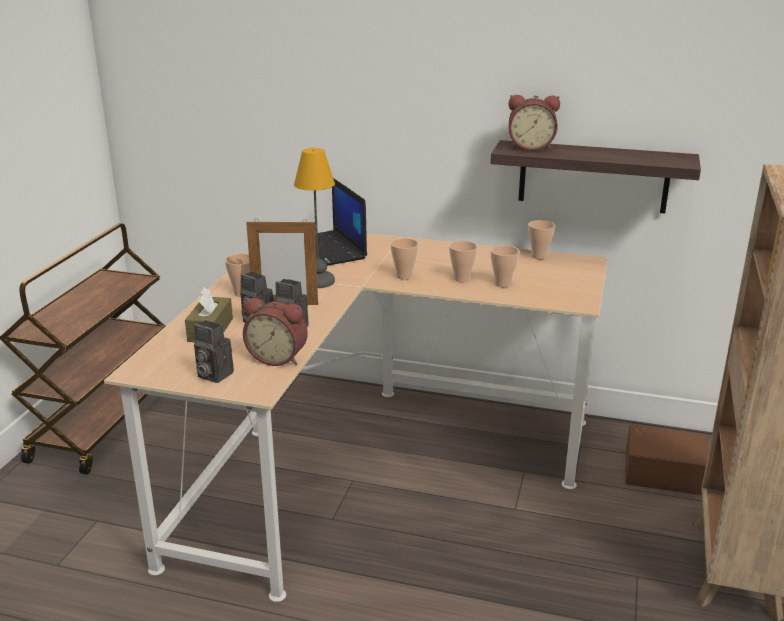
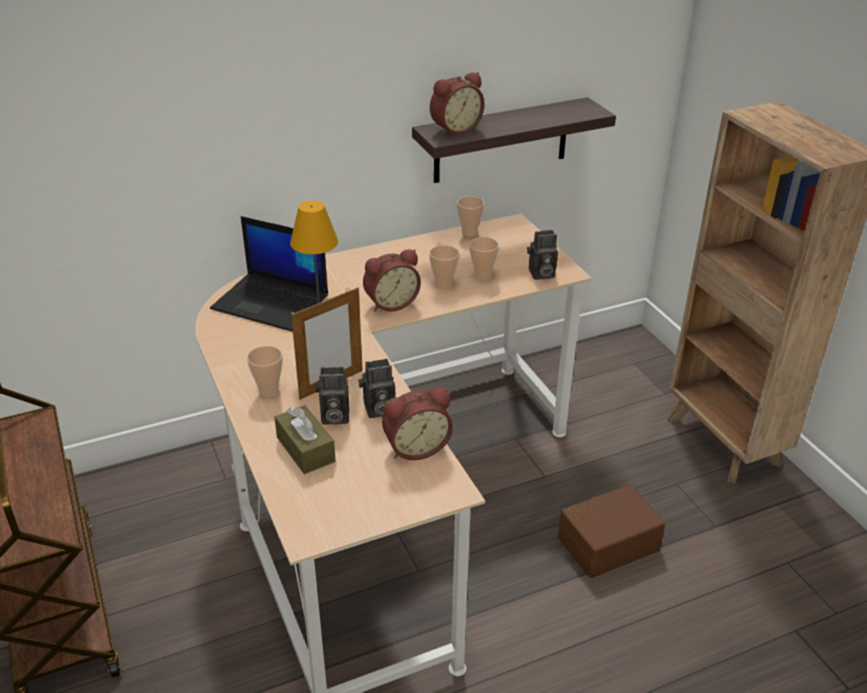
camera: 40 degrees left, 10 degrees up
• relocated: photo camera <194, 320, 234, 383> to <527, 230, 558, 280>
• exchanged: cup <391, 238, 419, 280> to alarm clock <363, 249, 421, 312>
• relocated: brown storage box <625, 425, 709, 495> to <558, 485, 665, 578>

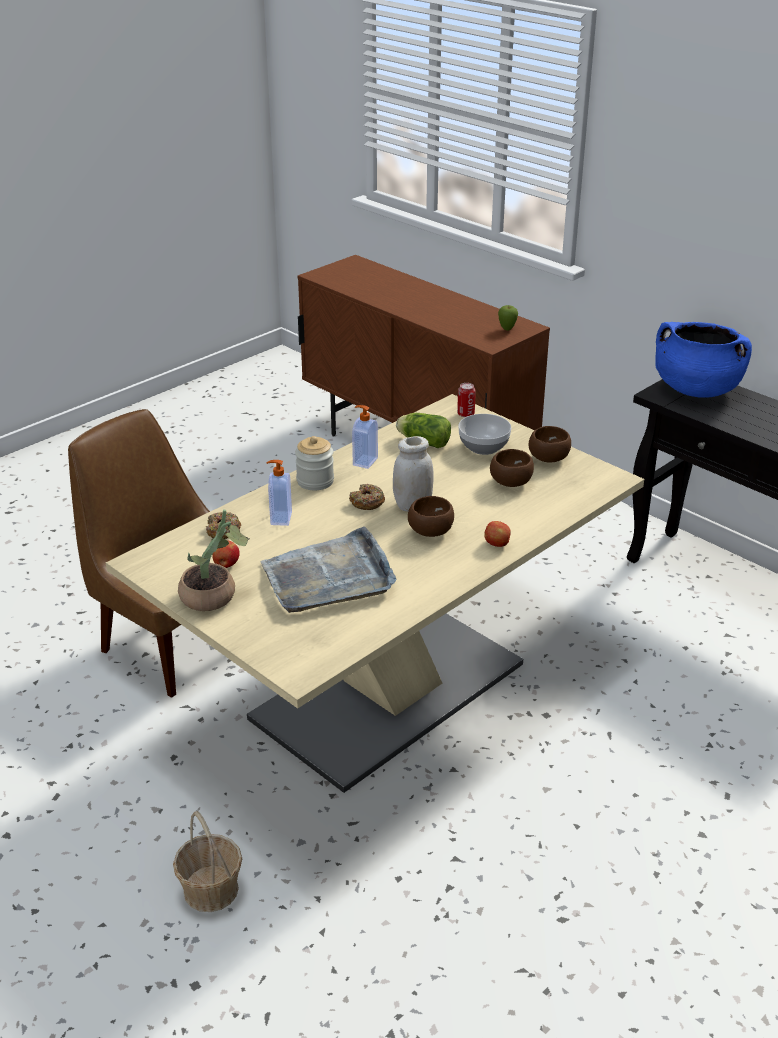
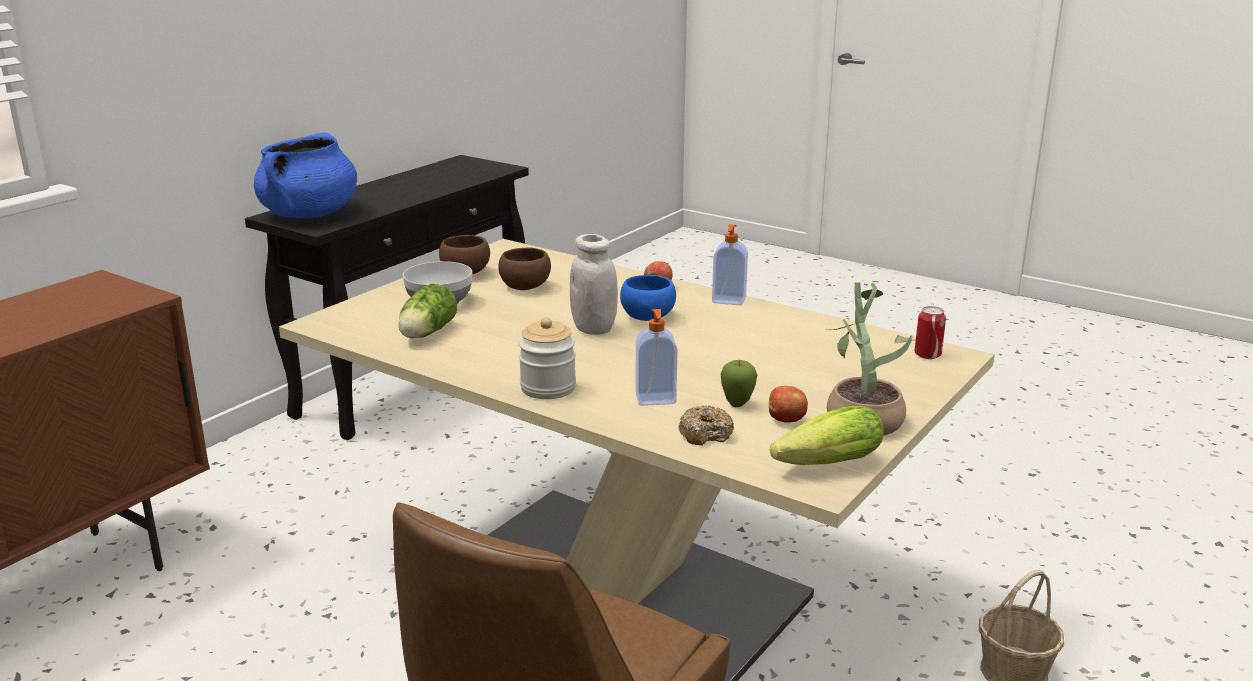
camera: 100 degrees left, 10 degrees down
• missing: grey tray <260, 526, 397, 613>
• missing: donut <349, 484, 385, 510>
• relocated: soap dispenser <352, 405, 378, 469> to <712, 224, 748, 306>
• colour: brown bowl <408, 496, 454, 537> to blue bowl <620, 275, 676, 321>
• relocated: can <457, 383, 476, 417> to <914, 306, 946, 359>
• relocated: apple <498, 305, 518, 331> to <721, 360, 757, 407>
• appeared: lettuce <770, 406, 884, 465>

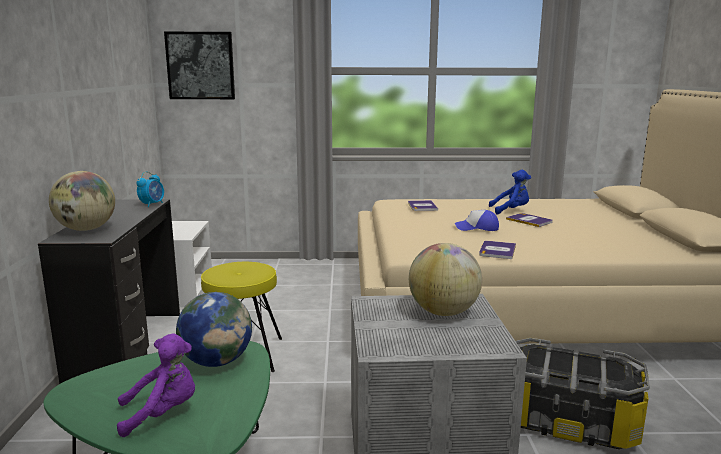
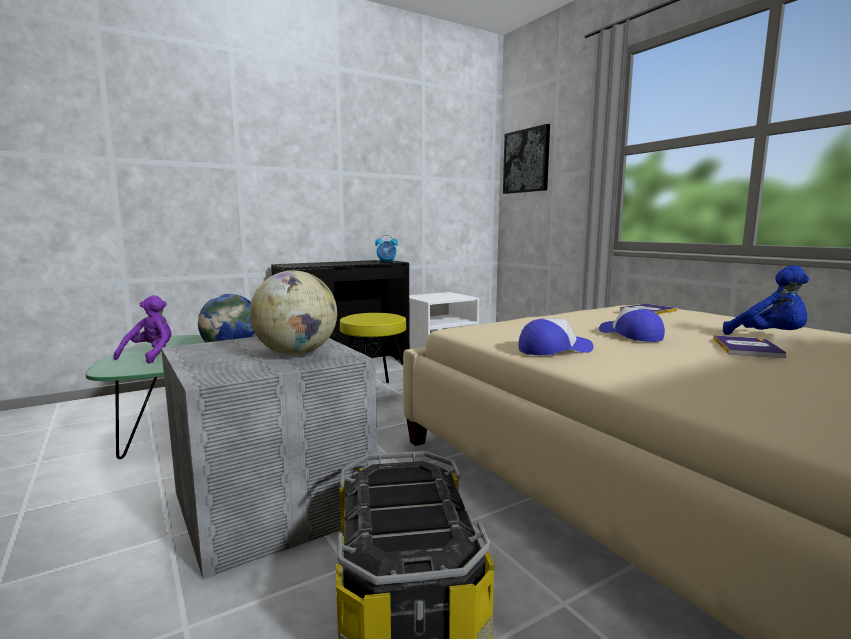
camera: 60 degrees right, 5 degrees down
• missing: globe <49, 171, 115, 231>
• spun: purple plush toy <117, 334, 195, 437> = <113, 295, 172, 364> 120 degrees counterclockwise
• exchanged: book <479, 241, 516, 259> to cap <518, 319, 594, 355>

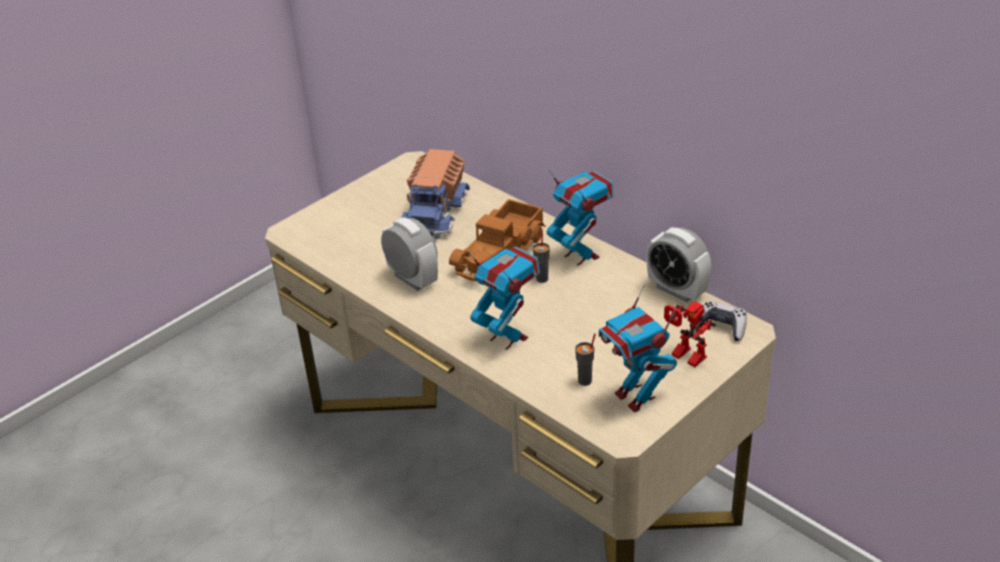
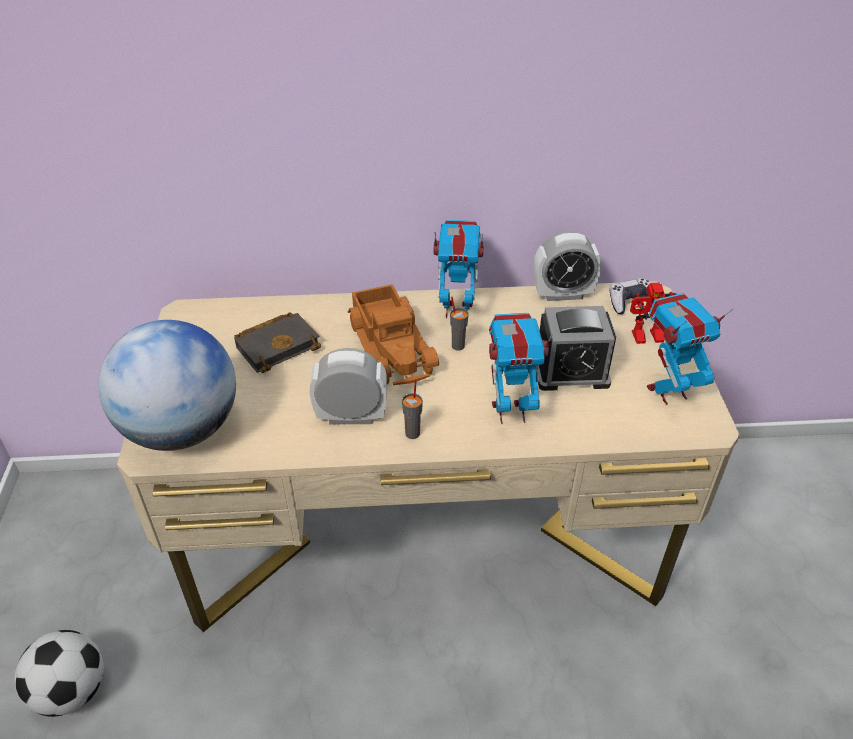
camera: 50 degrees left, 5 degrees up
• exchanged: toy truck <401, 149, 470, 239> to black book <234, 313, 321, 373>
• relocated: grey cup <575, 333, 596, 386> to <402, 380, 423, 439>
• spun: toy robot <599, 284, 677, 412> = <647, 293, 733, 405> 150 degrees clockwise
• appeared: football <14, 630, 104, 717>
• appeared: globe <99, 320, 236, 451>
• appeared: alarm clock <538, 306, 616, 391>

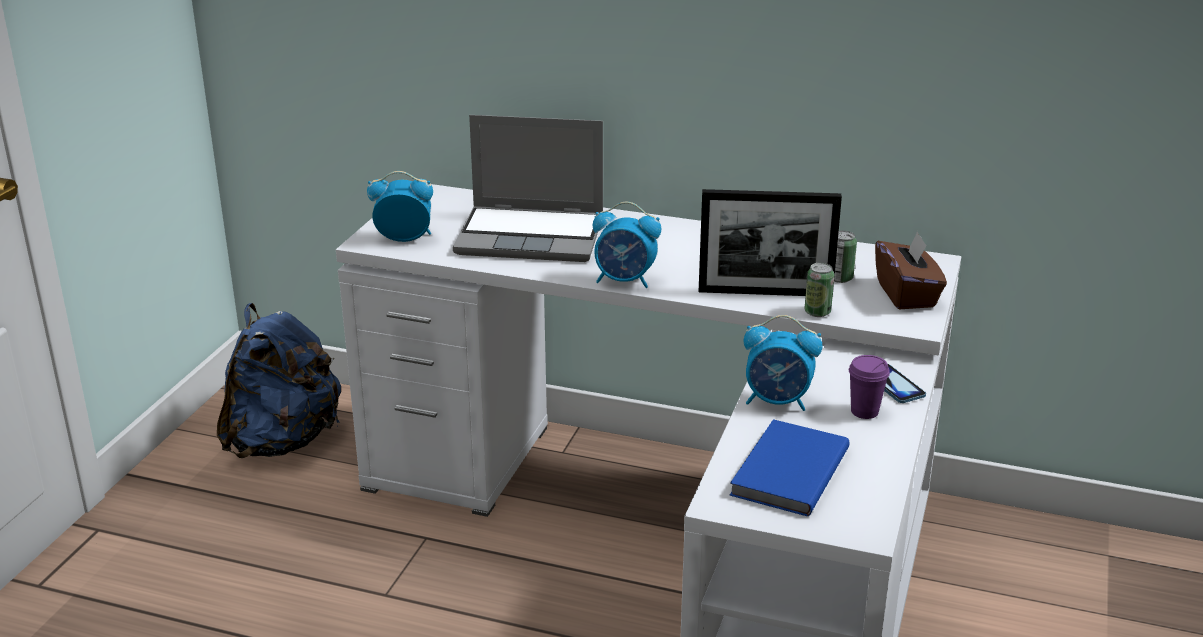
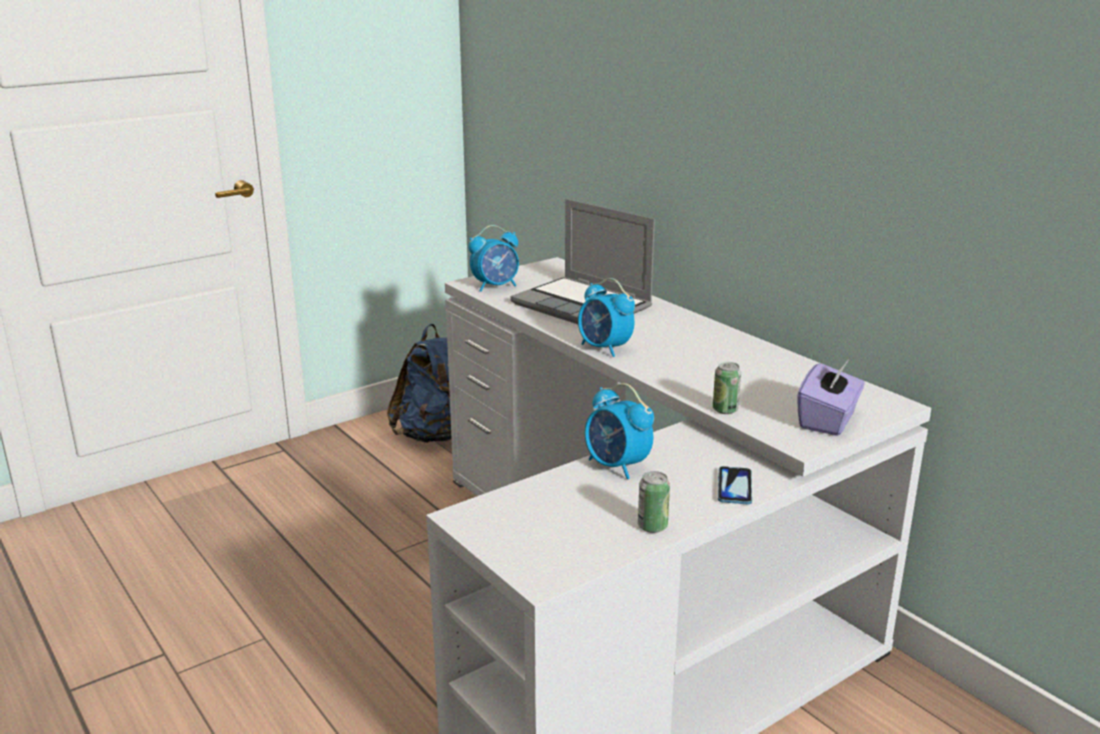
camera: 35 degrees right, 5 degrees down
• spun: alarm clock <367, 171, 433, 242> = <468, 225, 519, 292> 120 degrees clockwise
• missing: picture frame <699, 189, 842, 296>
• missing: blue book <730, 419, 850, 516>
• relocated: can <834, 231, 857, 283> to <638, 471, 670, 533>
• missing: purple cup <849, 355, 890, 419>
• colour: brown tissue box <875, 231, 947, 309> to purple tissue box <797, 361, 865, 436>

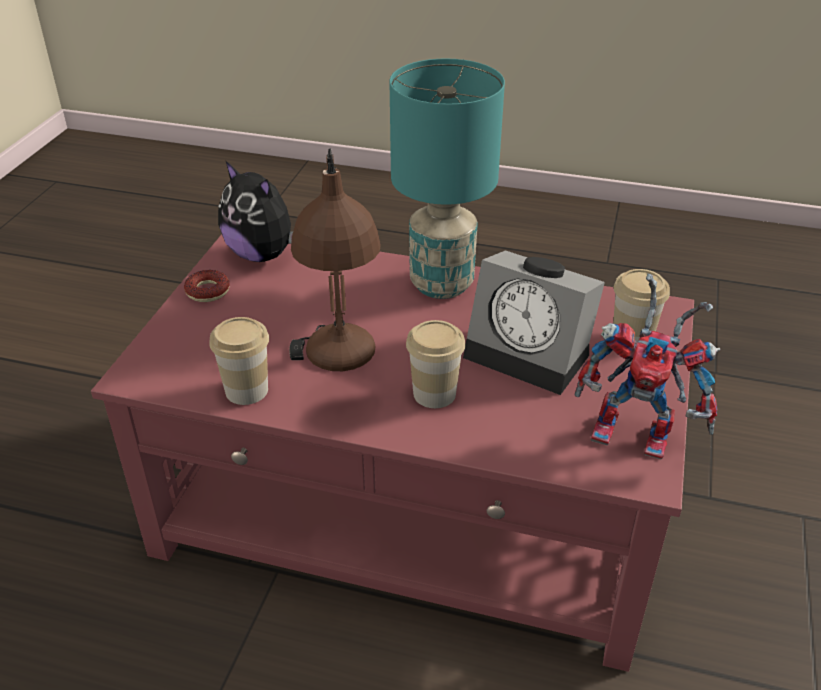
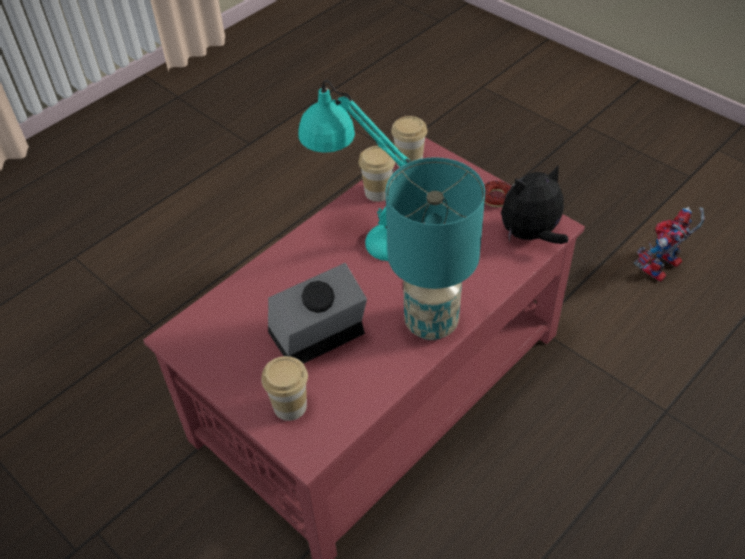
camera: 120 degrees right, 10 degrees up
• colour: brown table lamp <289, 149, 381, 371> to turquoise table lamp <298, 80, 412, 261>
• relocated: cup <406, 320, 465, 408> to <391, 116, 427, 168>
• relocated: toy robot <574, 273, 721, 460> to <634, 207, 705, 282>

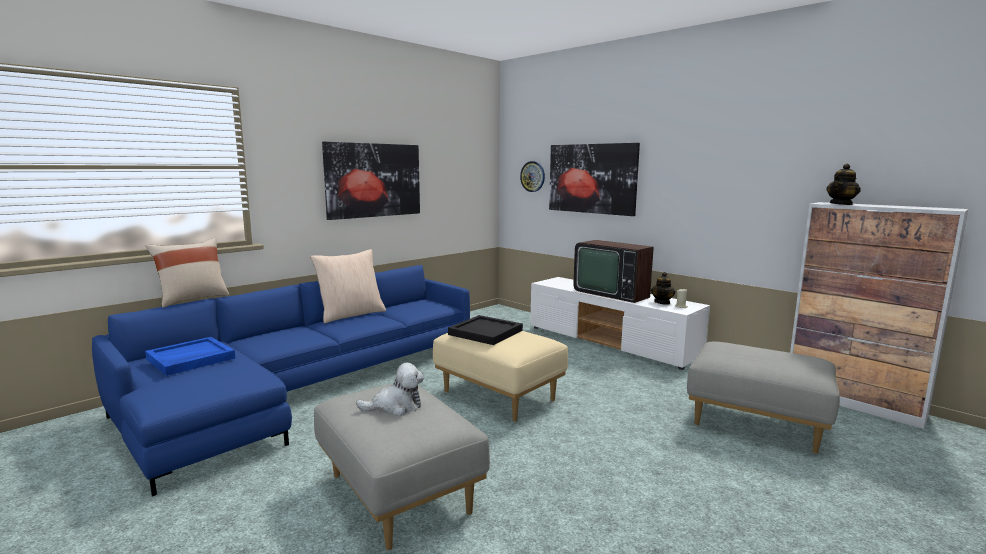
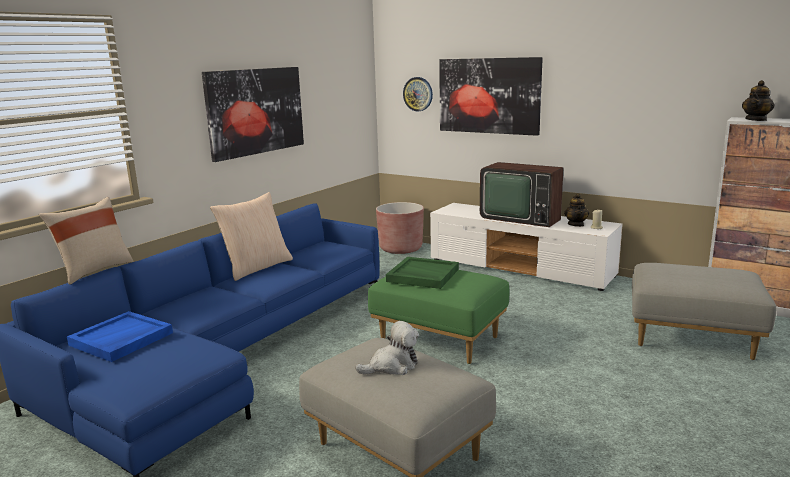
camera: 10 degrees left, 5 degrees up
• colour: beige ottoman <433, 331, 568, 422> to green ottoman <368, 270, 509, 364>
• colour: black tray <448, 315, 523, 345> to green tray <386, 257, 459, 289>
• appeared: brown planter <376, 202, 424, 254>

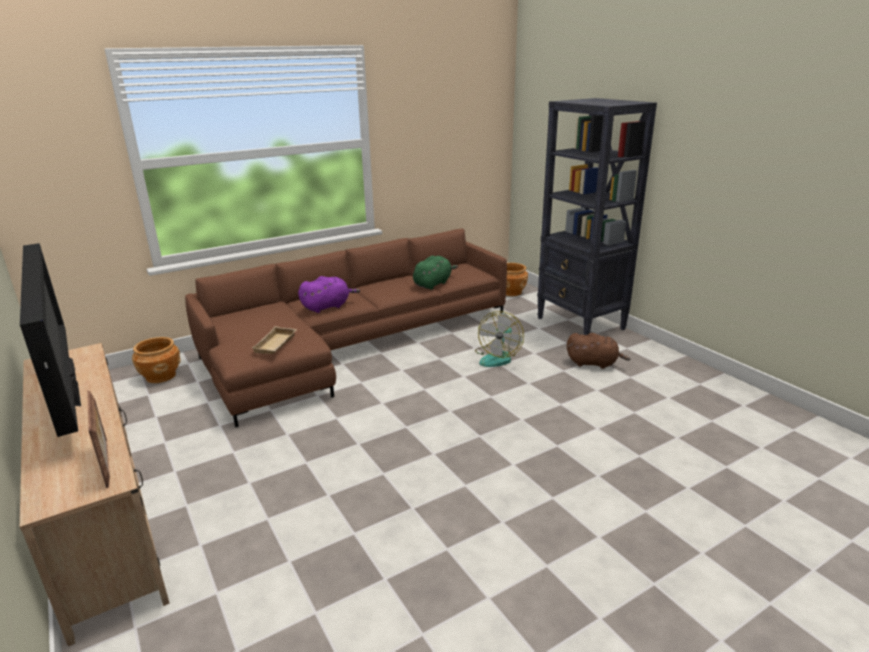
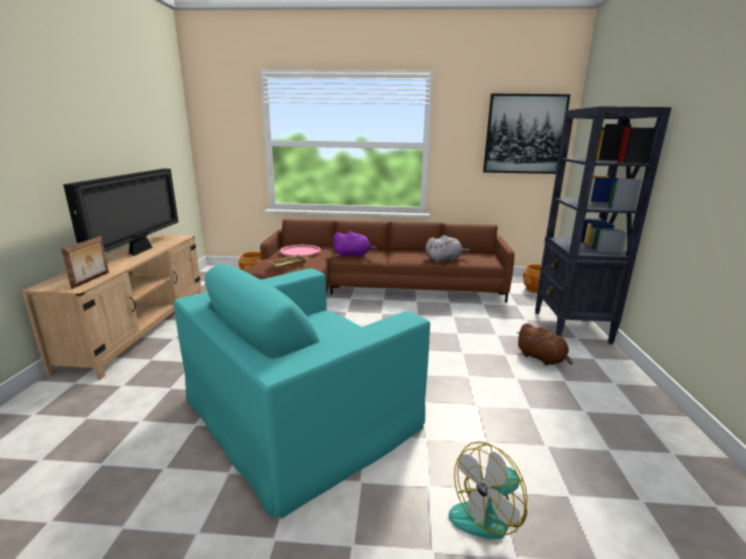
camera: 35 degrees right, 5 degrees down
• colour: green plush toy <413, 256, 458, 290> to grey plush toy <425, 235, 471, 262>
• relocated: fan <475, 311, 524, 367> to <449, 441, 527, 539>
• appeared: turquoise armchair <173, 264, 430, 519>
• appeared: pink tray <280, 245, 321, 257>
• appeared: picture <483, 94, 570, 174>

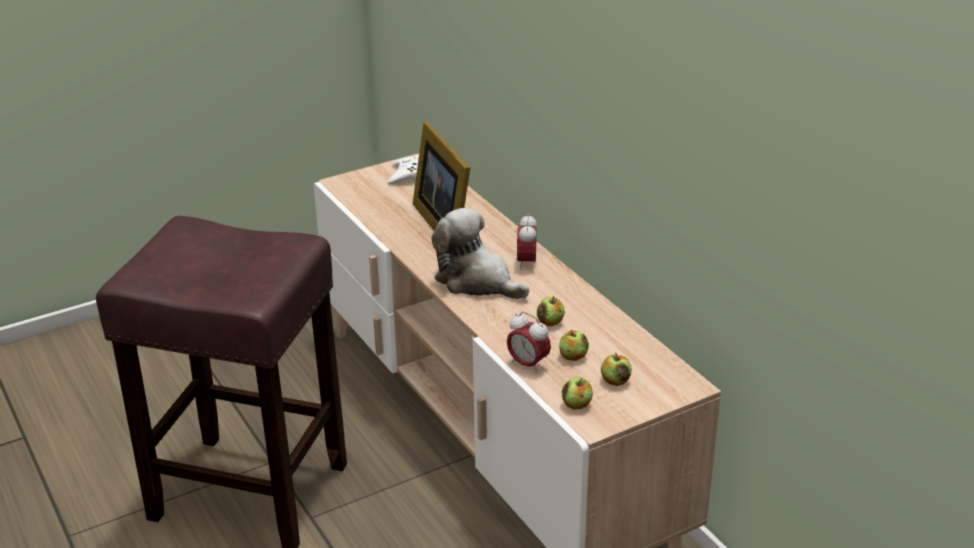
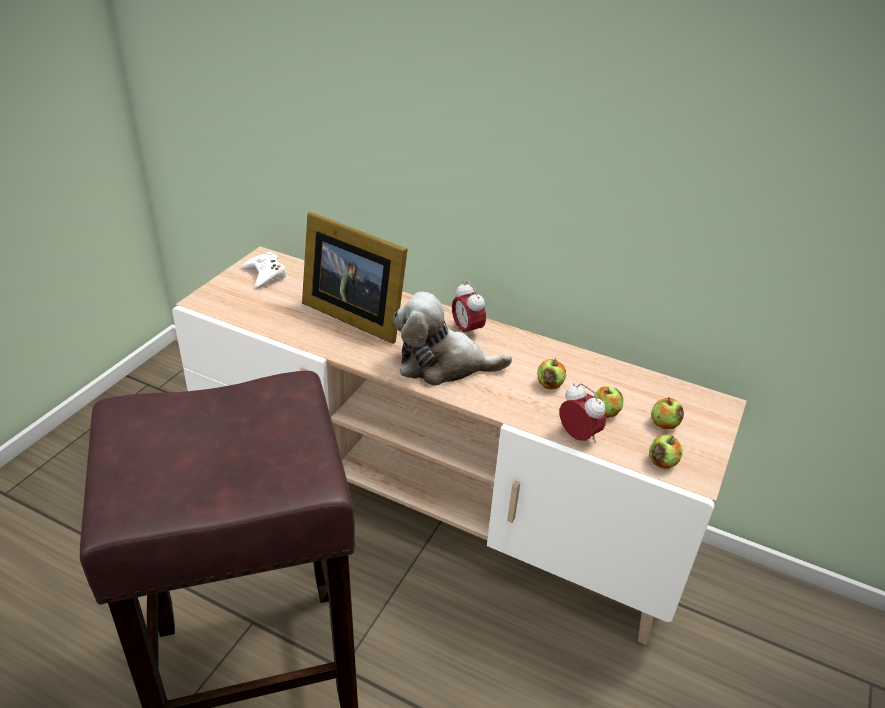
camera: 35 degrees left, 5 degrees up
• spun: alarm clock <507, 312, 551, 374> = <560, 383, 606, 443> 135 degrees counterclockwise

